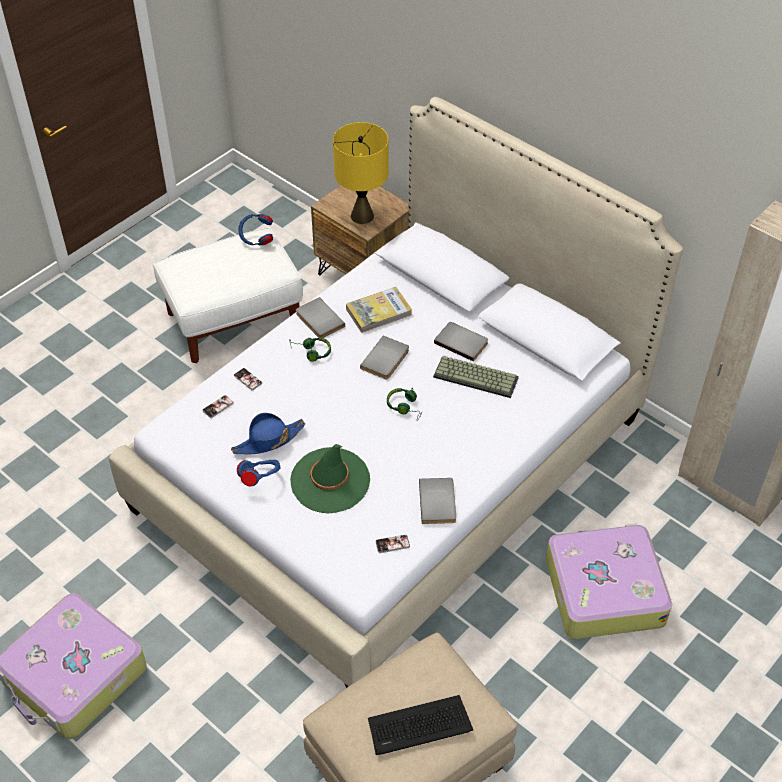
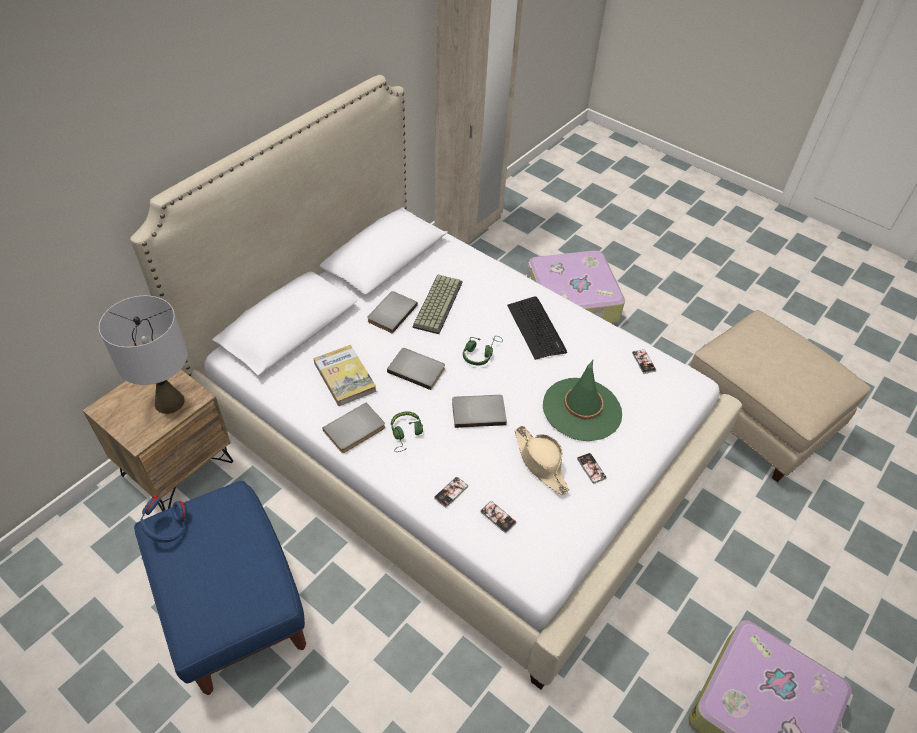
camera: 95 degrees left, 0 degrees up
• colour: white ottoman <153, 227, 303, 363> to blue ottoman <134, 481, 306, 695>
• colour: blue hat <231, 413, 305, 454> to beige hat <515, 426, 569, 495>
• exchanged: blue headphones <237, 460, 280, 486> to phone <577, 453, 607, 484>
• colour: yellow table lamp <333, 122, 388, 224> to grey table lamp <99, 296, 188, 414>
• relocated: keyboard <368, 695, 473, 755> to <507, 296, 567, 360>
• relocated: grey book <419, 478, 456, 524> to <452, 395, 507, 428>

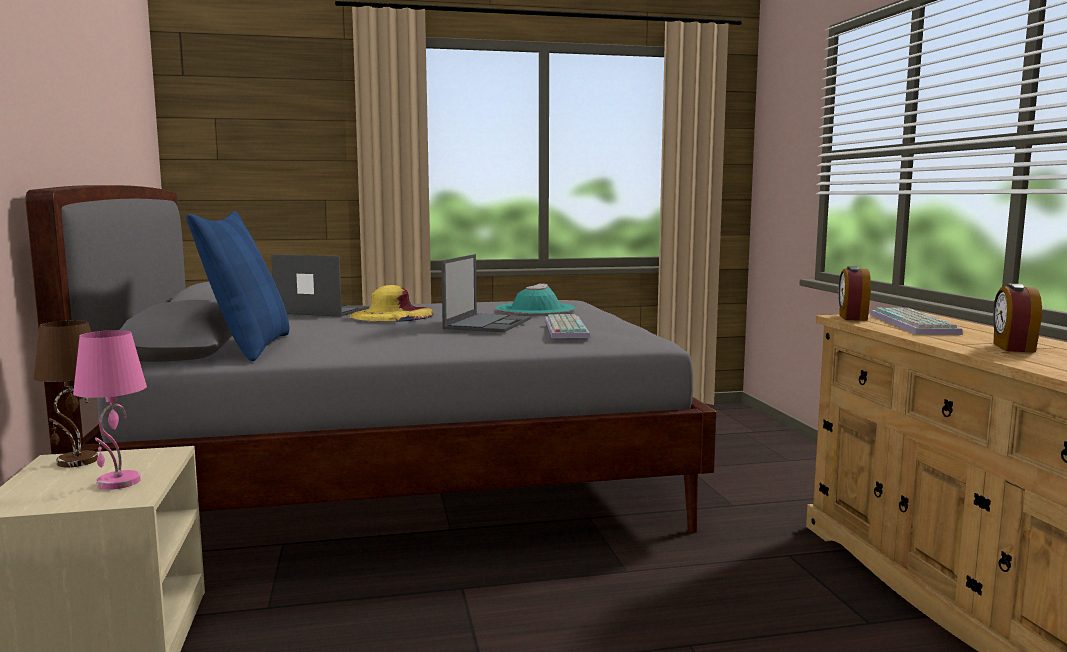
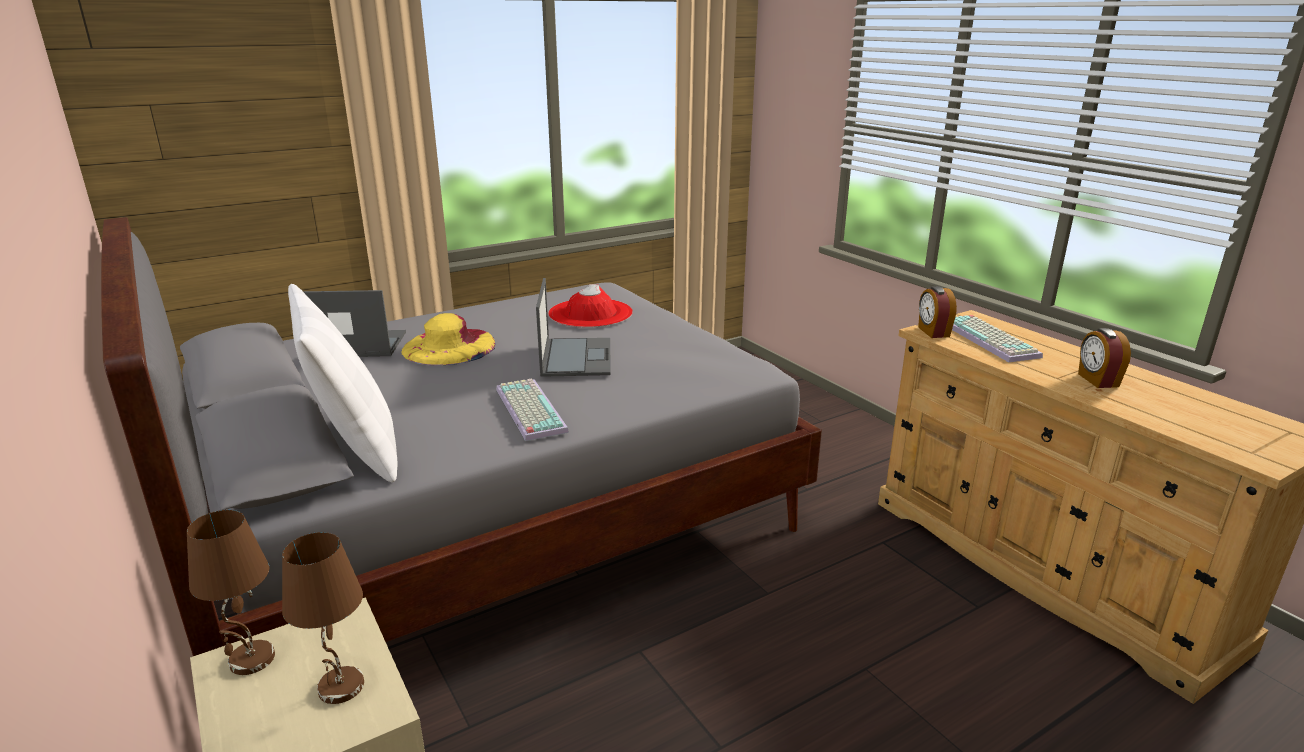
camera: 20 degrees left, 15 degrees up
• colour: pink table lamp <73, 330, 147, 490> to brown table lamp <282, 532, 364, 704>
• colour: blue pillow <186, 211, 290, 361> to white pillow <288, 284, 398, 482>
• colour: turquoise hat <496, 283, 576, 315> to red hat <548, 284, 633, 328>
• relocated: keyboard <545, 314, 590, 338> to <496, 379, 569, 441>

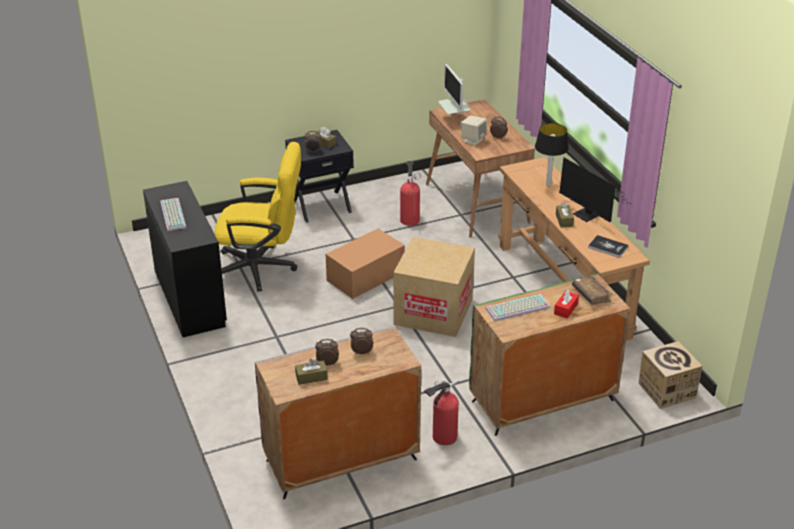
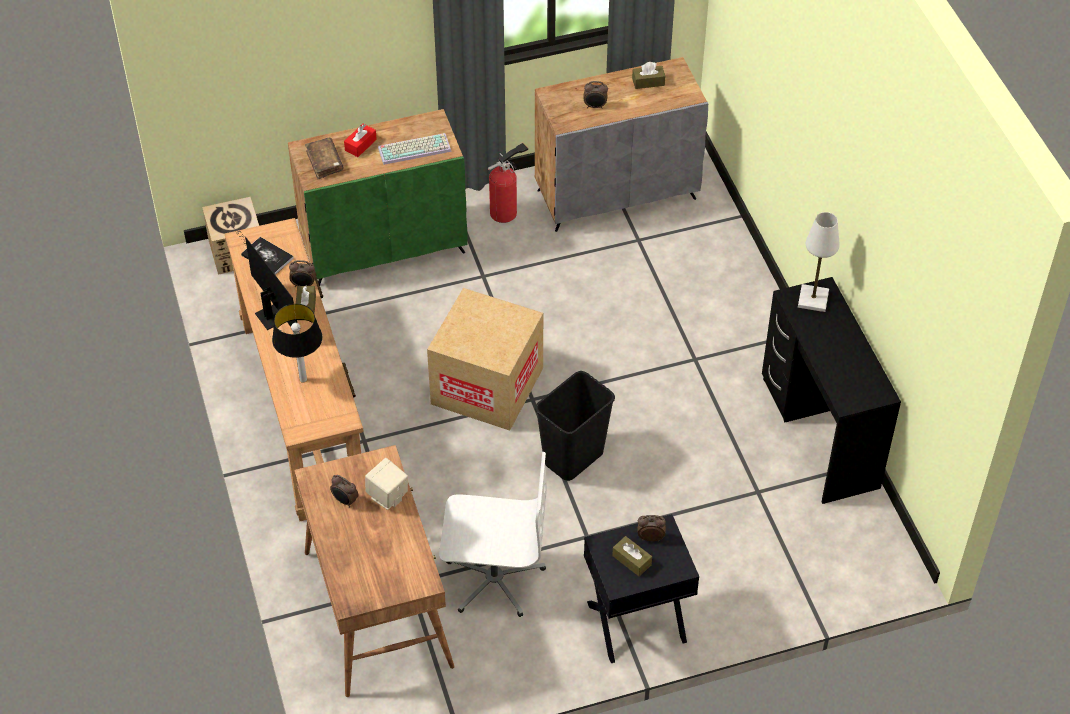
camera: 175 degrees left, 15 degrees up
• missing: keyboard <160, 198, 186, 231>
• missing: yellow office chair <214, 142, 301, 292>
• relocated: alarm clock <315, 339, 339, 365> to <289, 260, 316, 287>
• exchanged: cardboard box <326, 228, 405, 299> to black trash can <535, 371, 615, 481>
• exchanged: fire extinguisher <400, 161, 421, 226> to white office chair <439, 452, 547, 617>
• missing: monitor <438, 64, 470, 126>
• appeared: white table lamp <798, 212, 840, 312>

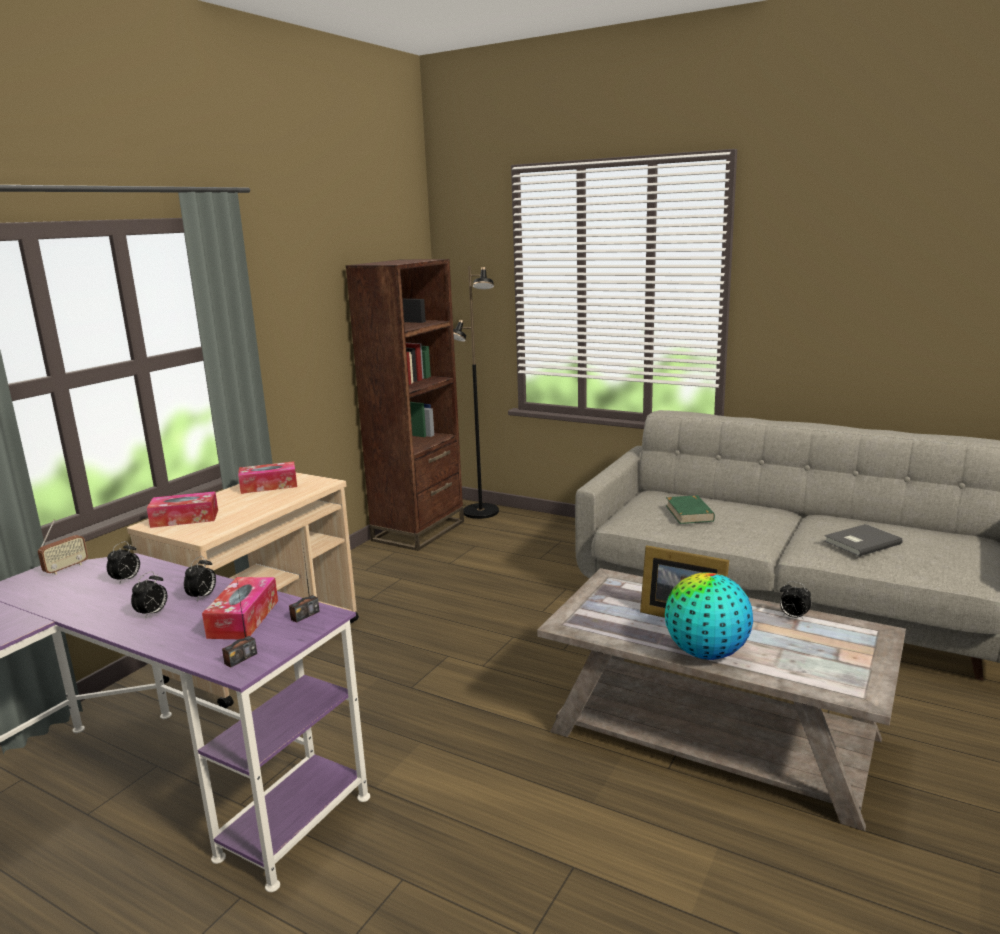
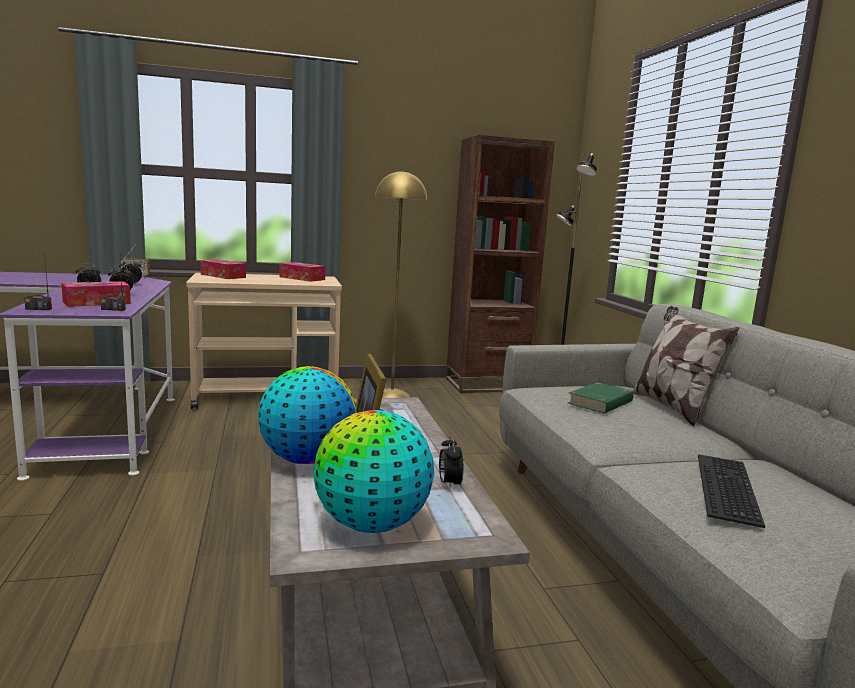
camera: 45 degrees right, 5 degrees down
• exchanged: grey book <824, 524, 903, 557> to keyboard <698, 454, 765, 528>
• appeared: globe <313, 410, 434, 533>
• appeared: yellow floor lamp <375, 170, 427, 398>
• appeared: pillow <633, 306, 740, 427>

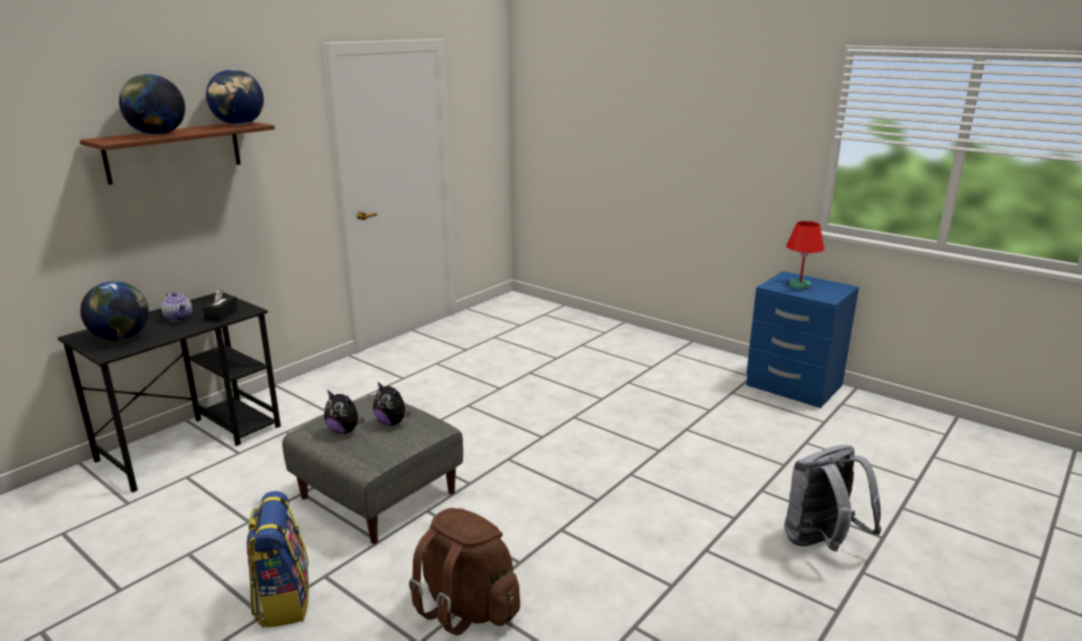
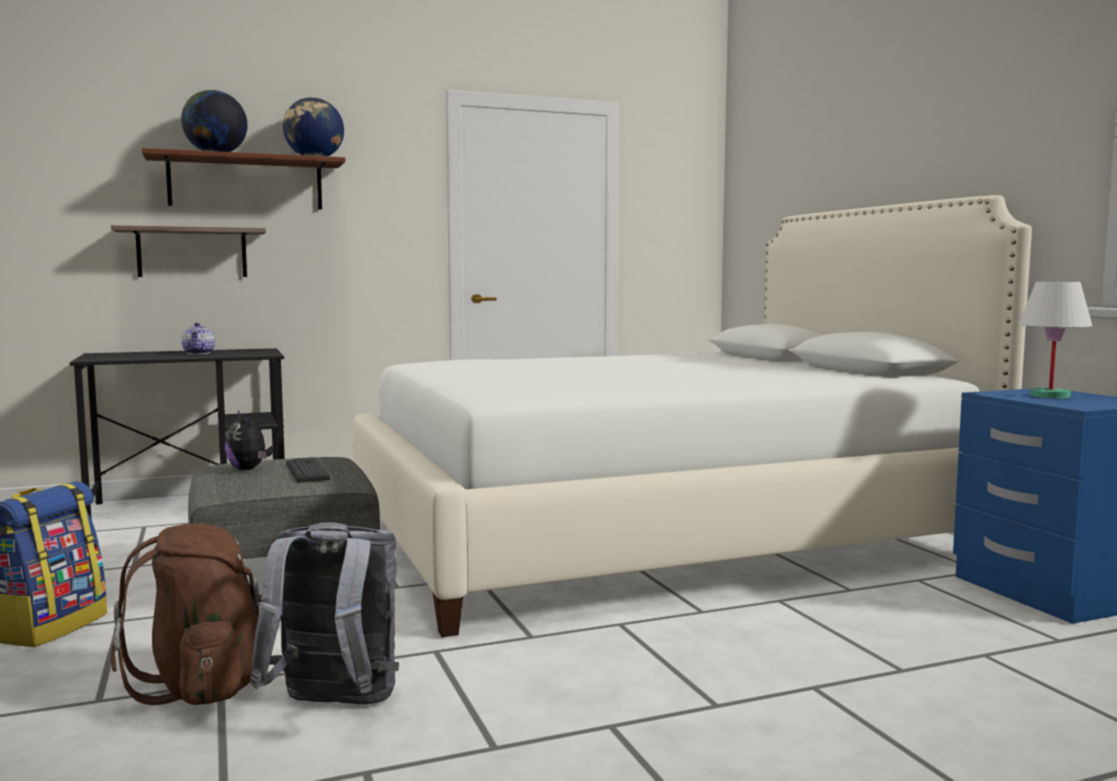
camera: 30 degrees right, 15 degrees down
• missing: globe <80, 281, 149, 341>
• missing: black tissue box <202, 288, 238, 322>
• exchanged: plush toy <373, 381, 411, 426> to keyboard <286, 457, 330, 483>
• relocated: grey backpack <784, 445, 882, 552> to <250, 522, 399, 704>
• colour: red table lamp <786, 221, 824, 289> to white table lamp <1019, 282, 1092, 398>
• appeared: shelf <111, 225, 266, 277>
• appeared: white bed <353, 195, 1032, 637>

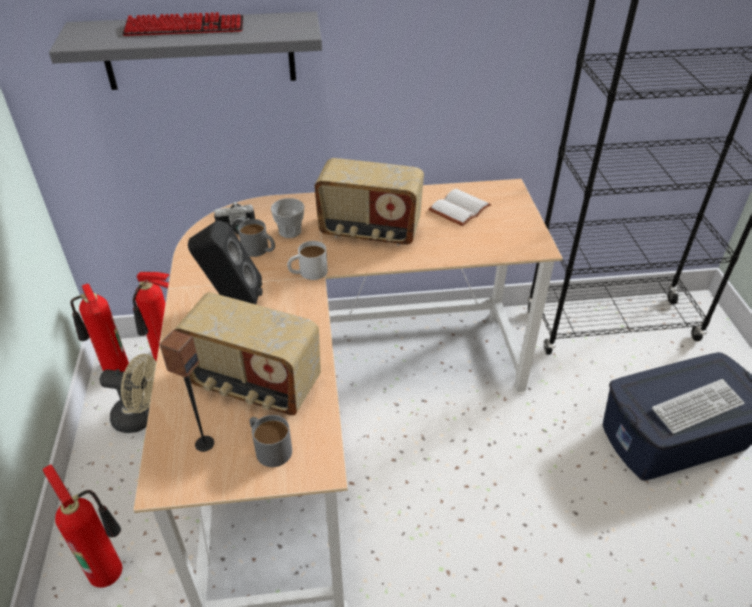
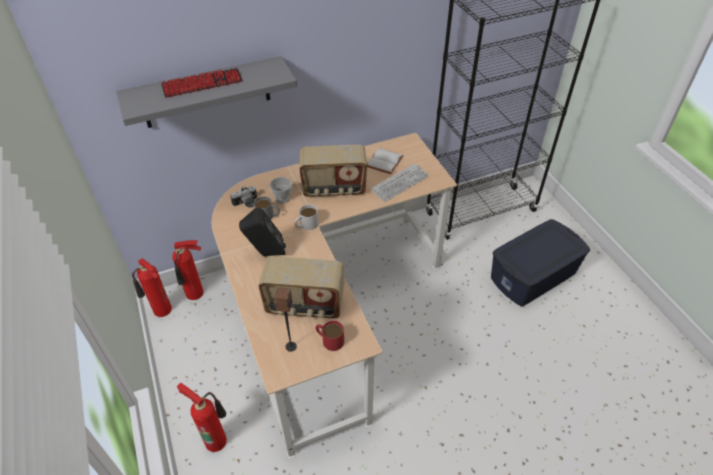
camera: 15 degrees left, 5 degrees up
• missing: beige fan <100, 354, 156, 433>
• colour: grey mug <249, 415, 292, 467> to red mug <315, 321, 344, 351>
• relocated: keyboard <652, 379, 745, 434> to <371, 164, 429, 202>

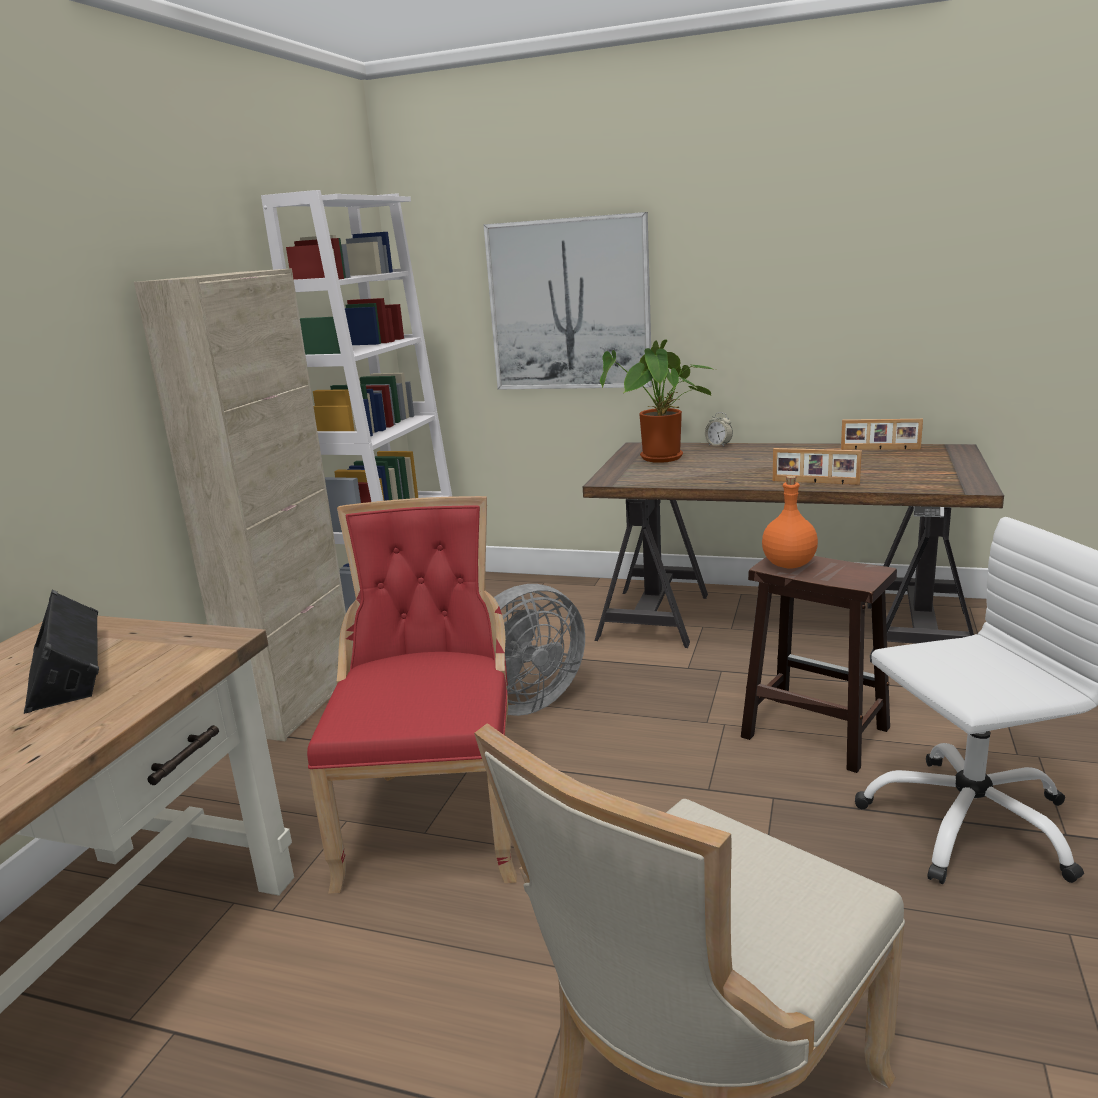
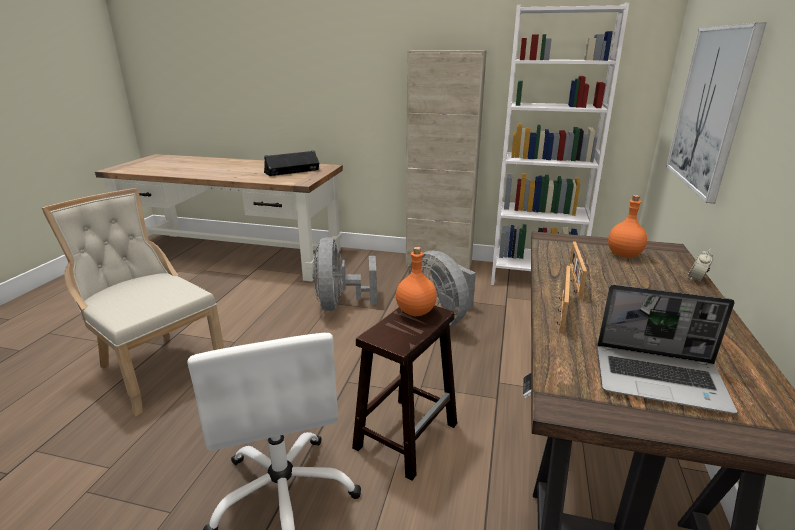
camera: 85 degrees right, 5 degrees up
• exchanged: red chair <307, 496, 517, 893> to grey fan <312, 237, 377, 311>
• exchanged: potted plant <600, 340, 716, 463> to orange bottle <608, 195, 647, 258>
• relocated: picture frame <841, 419, 923, 450> to <569, 241, 587, 300>
• appeared: laptop <597, 284, 737, 414>

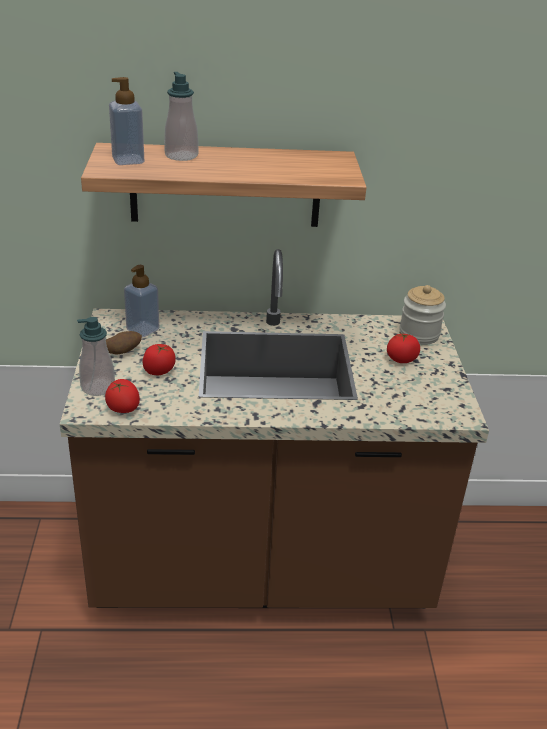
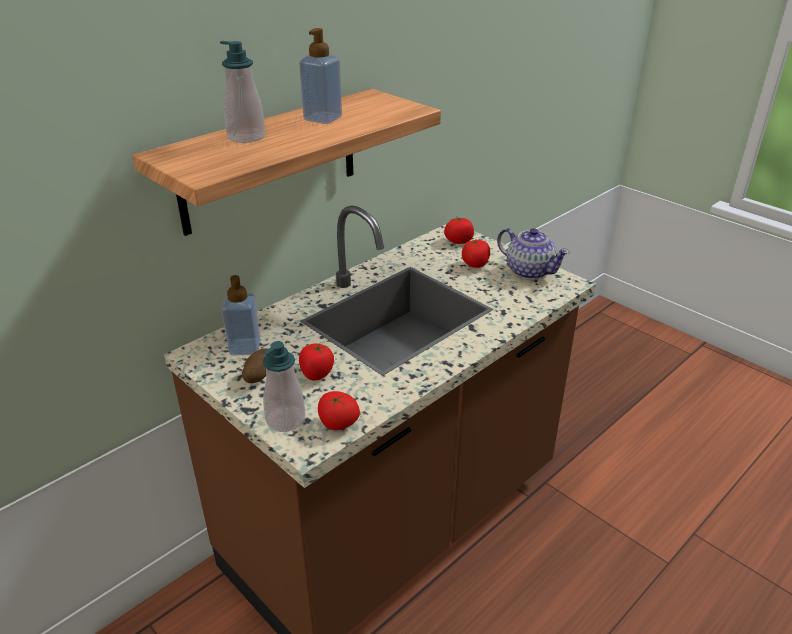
camera: 40 degrees left, 0 degrees up
• relocated: soap dispenser <109, 77, 144, 165> to <299, 28, 342, 124>
• exchanged: jar <399, 285, 446, 345> to tomato <444, 216, 474, 244>
• appeared: teapot <497, 228, 570, 280>

